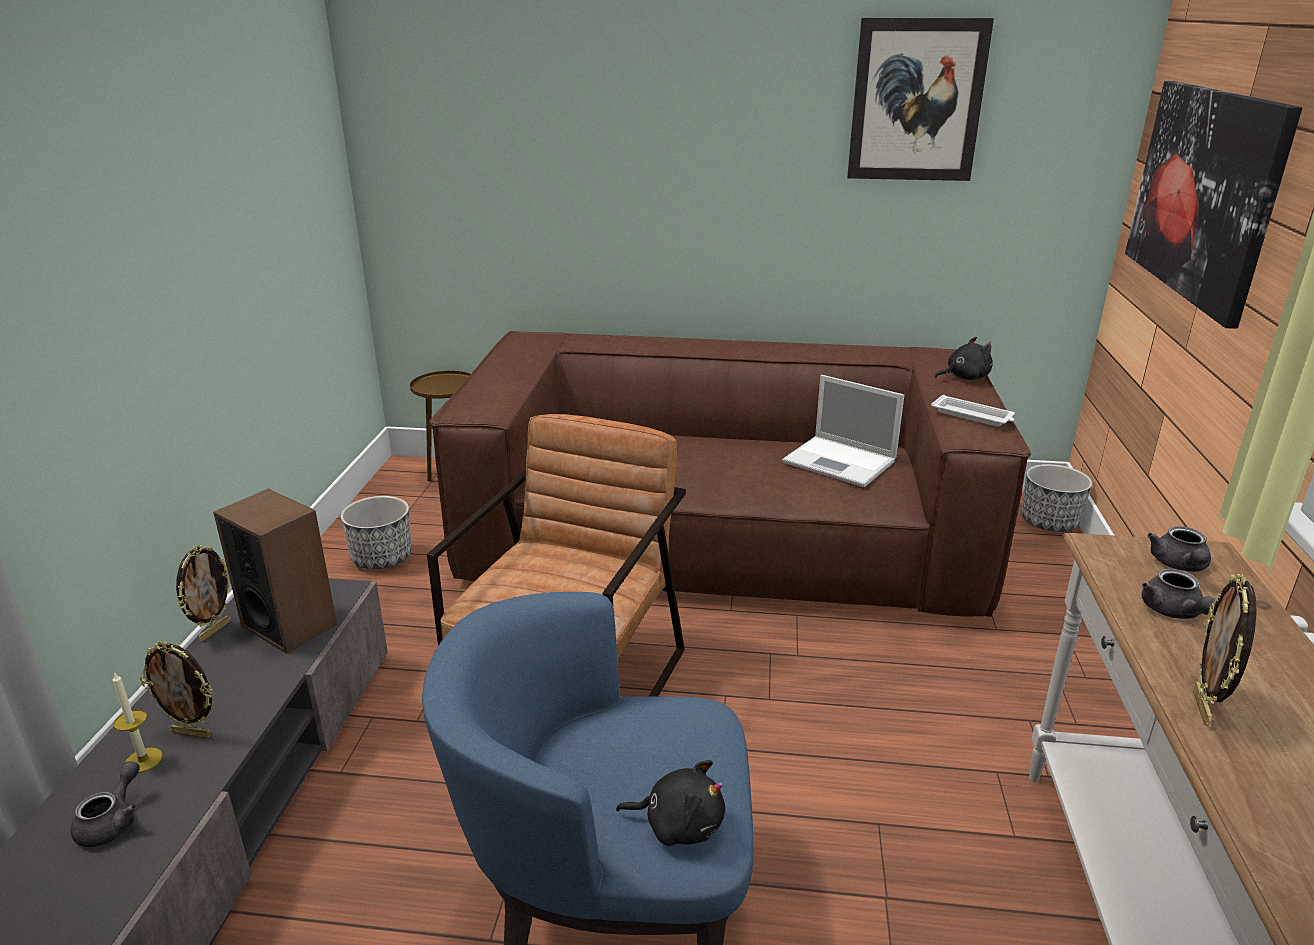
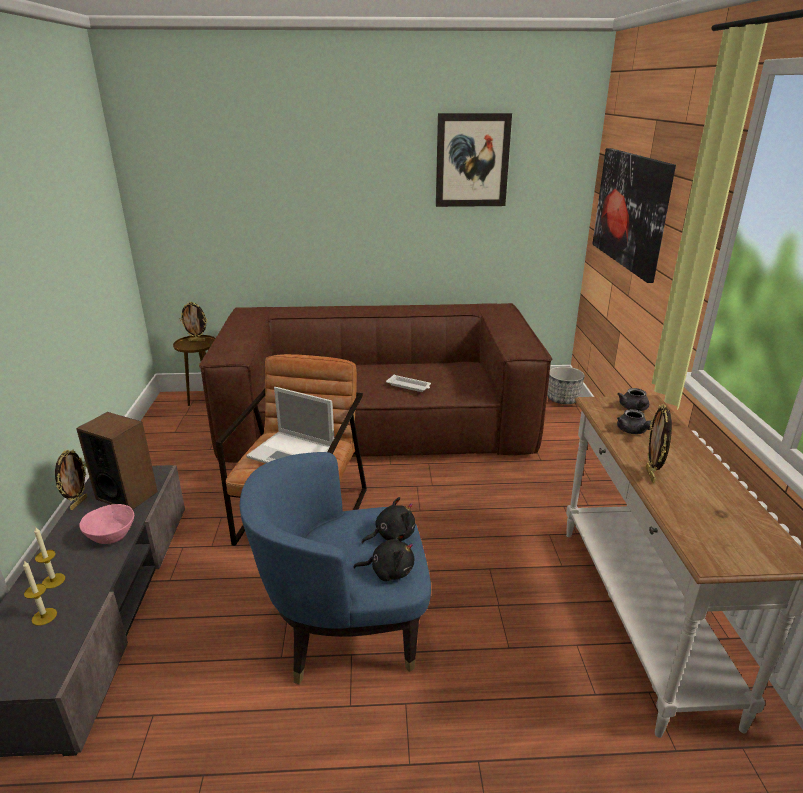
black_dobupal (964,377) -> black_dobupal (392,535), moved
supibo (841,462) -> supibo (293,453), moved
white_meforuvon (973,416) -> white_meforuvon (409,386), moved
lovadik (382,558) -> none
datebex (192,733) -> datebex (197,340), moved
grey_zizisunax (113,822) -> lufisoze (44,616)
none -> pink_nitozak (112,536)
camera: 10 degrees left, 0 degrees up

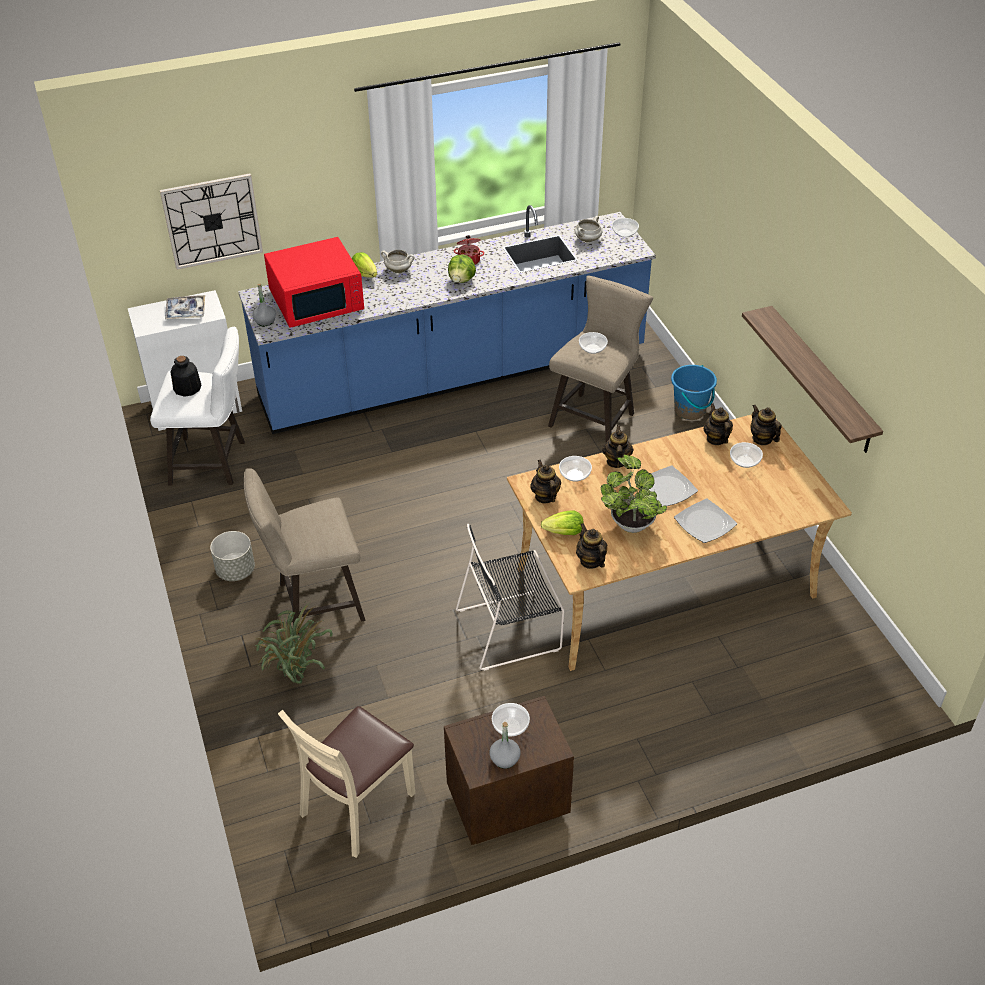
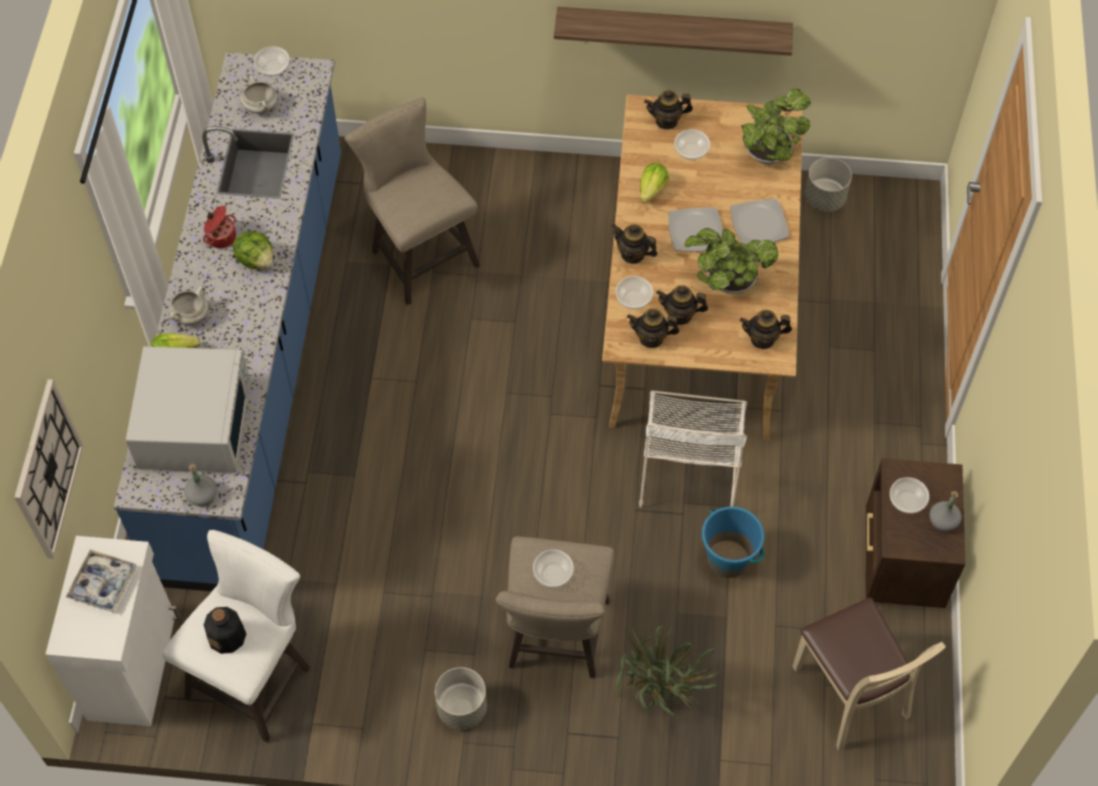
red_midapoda (317,300) -> white_midapoda (196,424)
nitozak (592,349) -> nitozak (553,574), moved
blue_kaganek (690,410) -> blue_kaganek (728,559), moved
zizisunax (716,439) -> zizisunax (680,315), moved
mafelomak (564,532) -> mafelomak (652,190), moved
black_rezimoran (512,629) -> white_rezimoran (690,467)
none -> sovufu (769,152)
none -> grey_lovadik (824,198)
camera: 65 degrees left, 15 degrees up

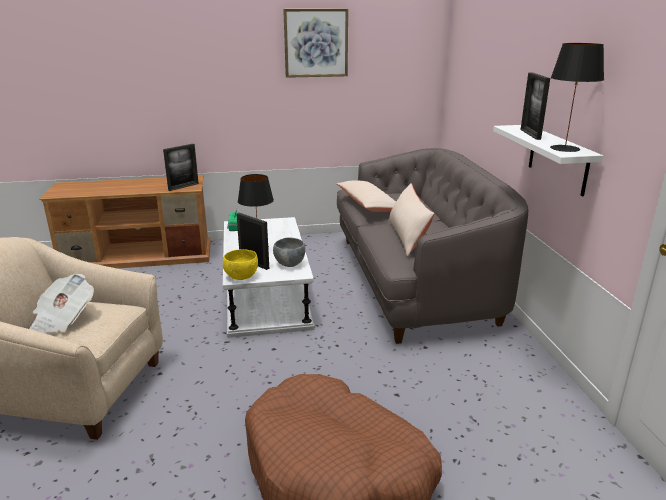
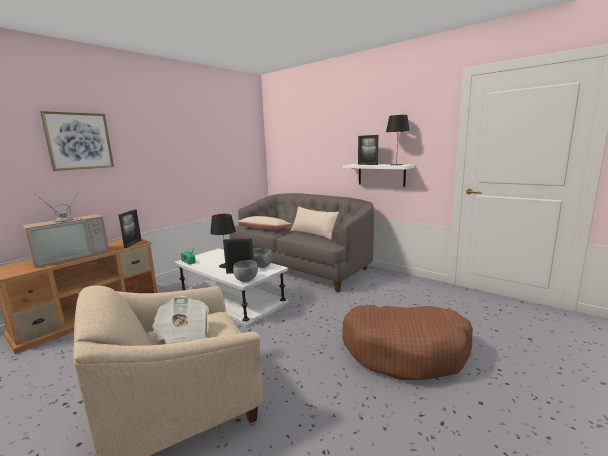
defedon (316,43) -> defedon (79,141), moved
yellow_nitozak (241,277) -> grey_nitozak (246,280)
none -> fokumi (71,255)
camera: 40 degrees left, 10 degrees down

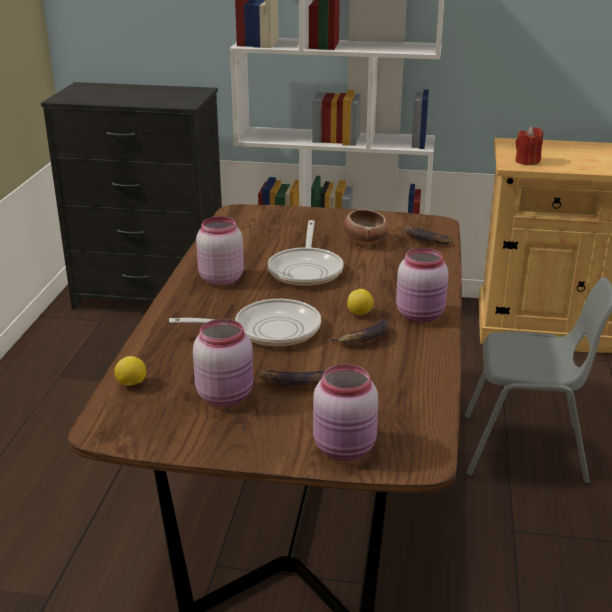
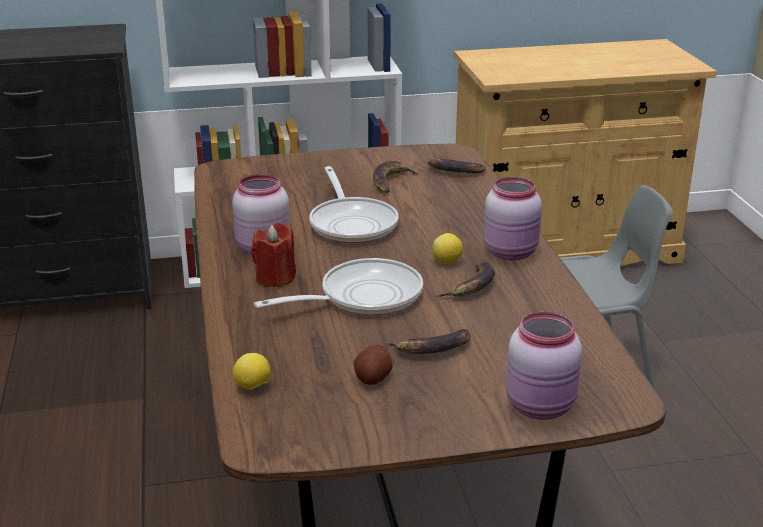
red_lufisoze (527,161) -> red_lufisoze (275,278), moved
nitozak (365,240) -> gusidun (391,181)
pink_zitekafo (226,396) -> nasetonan (372,378)
camera: 20 degrees left, 0 degrees up

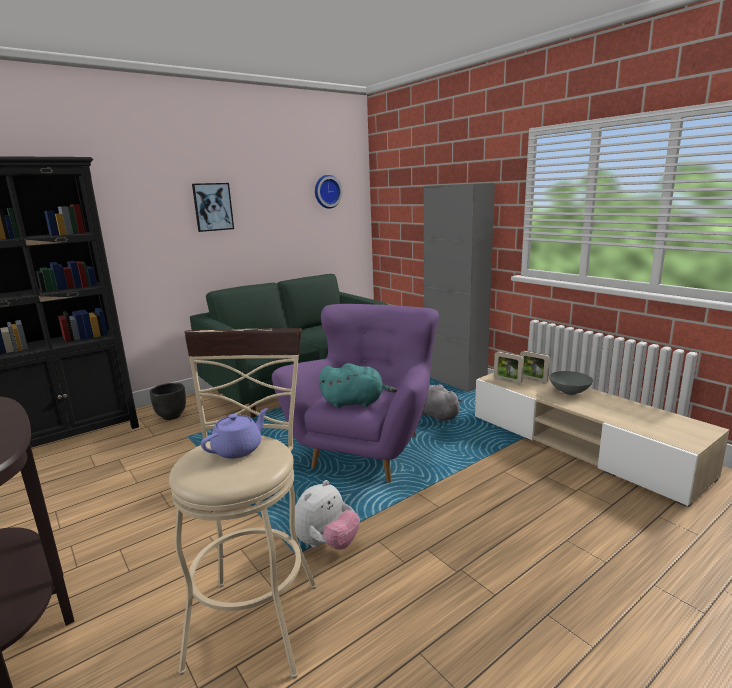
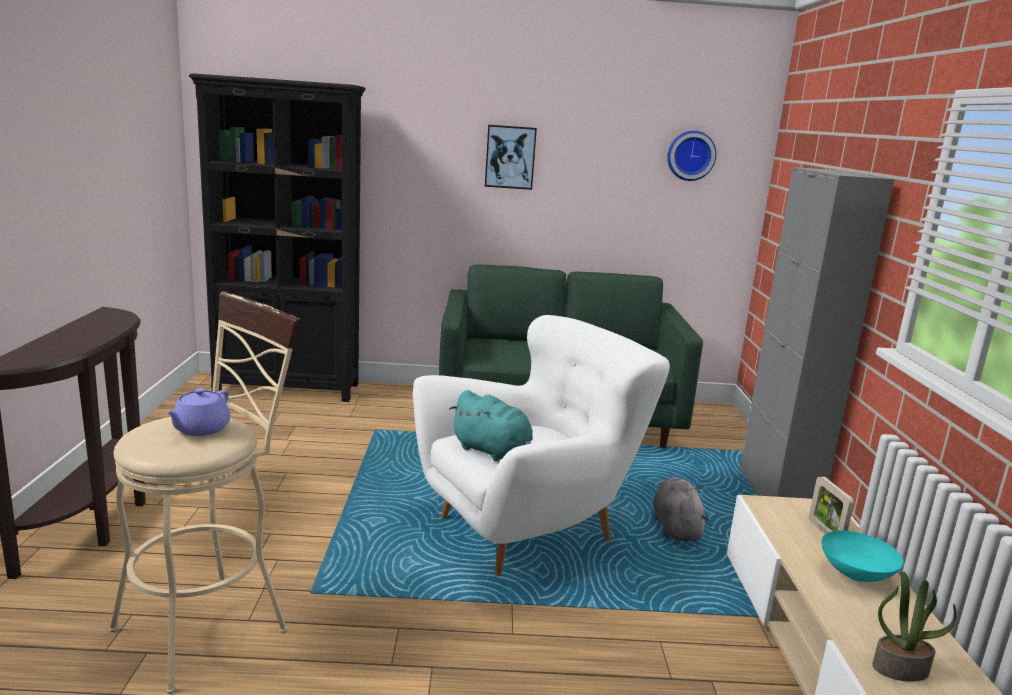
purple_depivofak (369,450) -> white_depivofak (529,529)
datebex (507,381) -> none
grey_nitozak (570,392) -> turquoise_nitozak (856,575)
black_lovadik (171,416) -> none
purple_zizisunax (238,449) -> purple_zizisunax (200,429), 120 degrees clockwise
dobupal (327,544) -> none
none -> sovufu (900,668)
camera: 35 degrees right, 0 degrees up

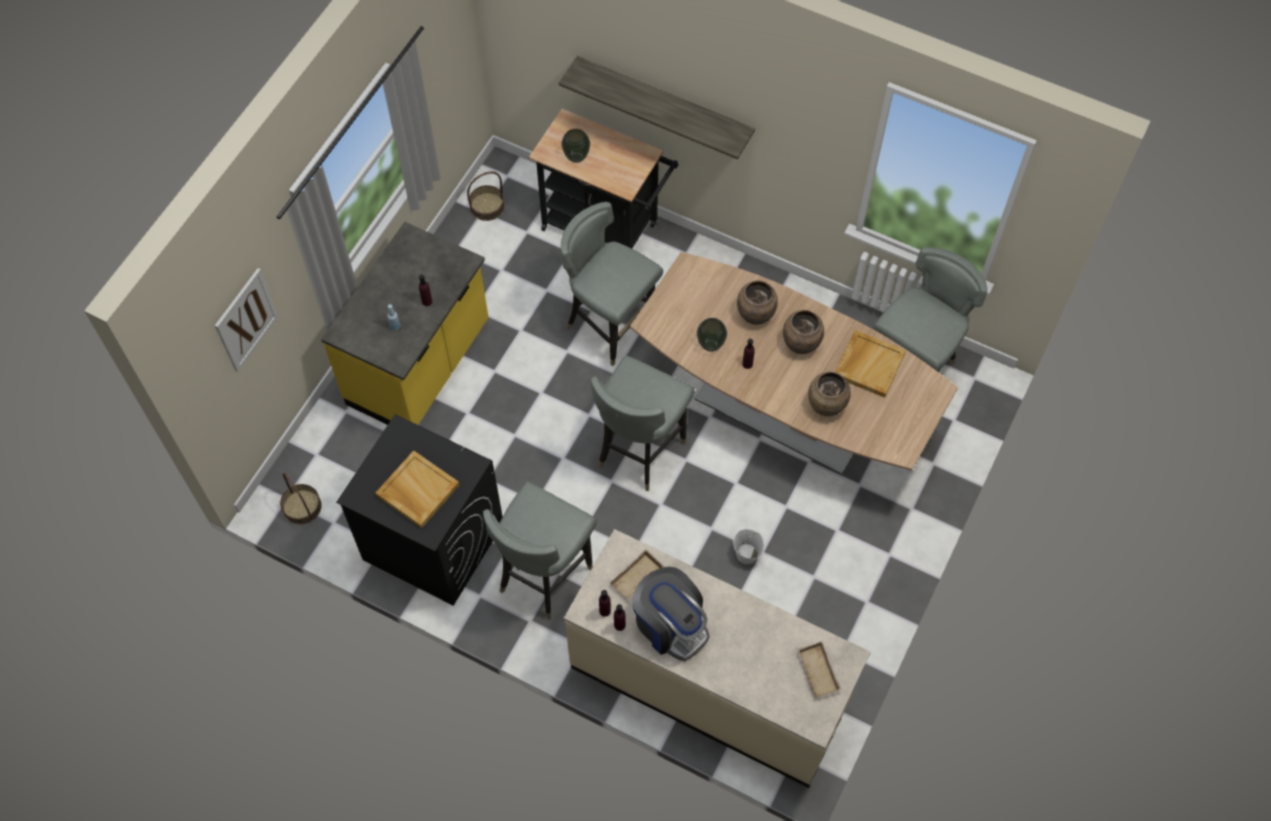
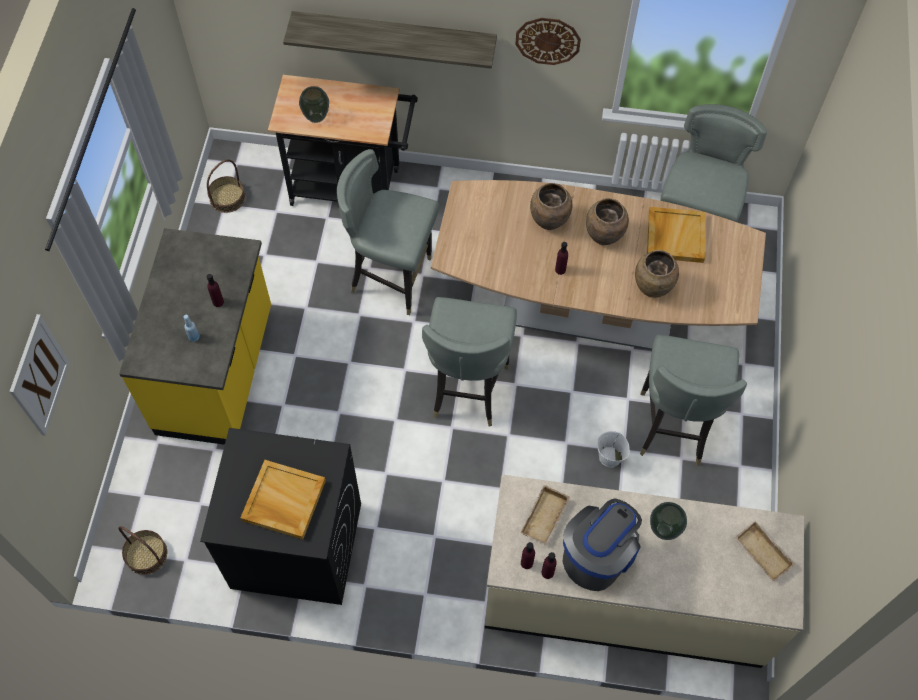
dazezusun (711,346) -> dazezusun (664,530), moved
grey_rezimoran (544,575) -> grey_rezimoran (673,426), moved
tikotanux (670,624) -> tikotanux (598,554), 75 degrees counterclockwise
none -> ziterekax (548,40)
camera: 20 degrees left, 0 degrees up

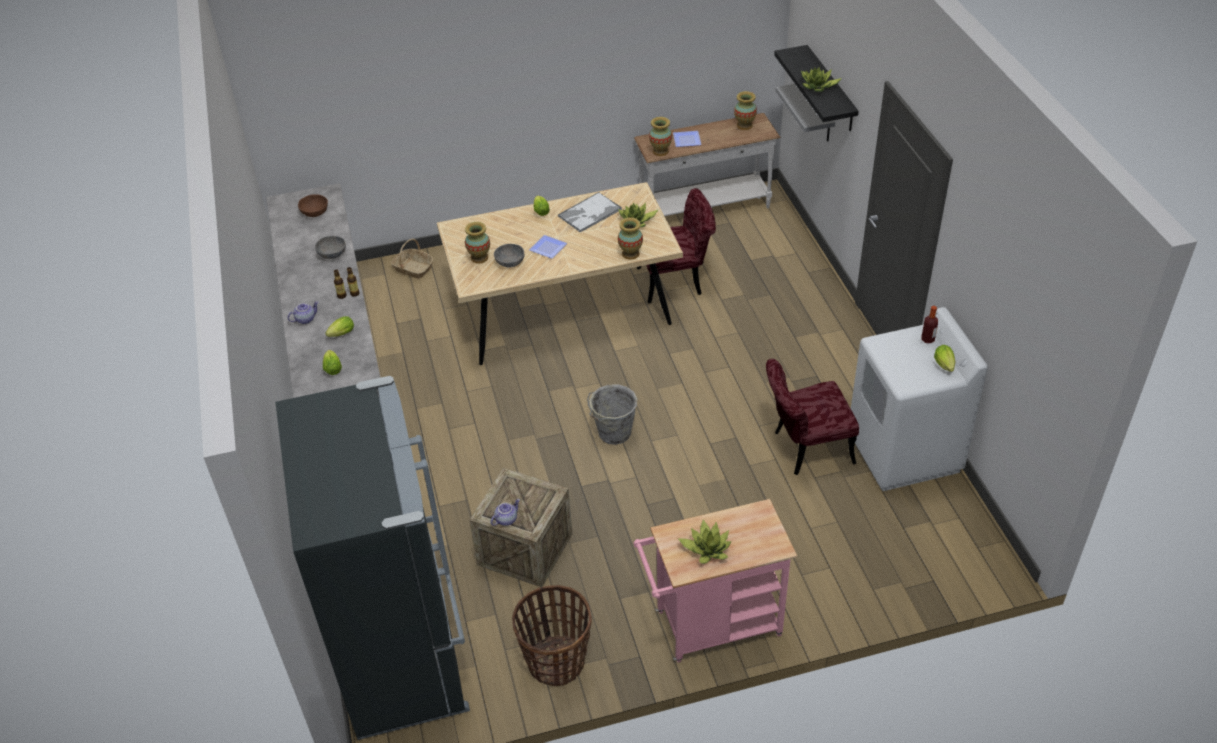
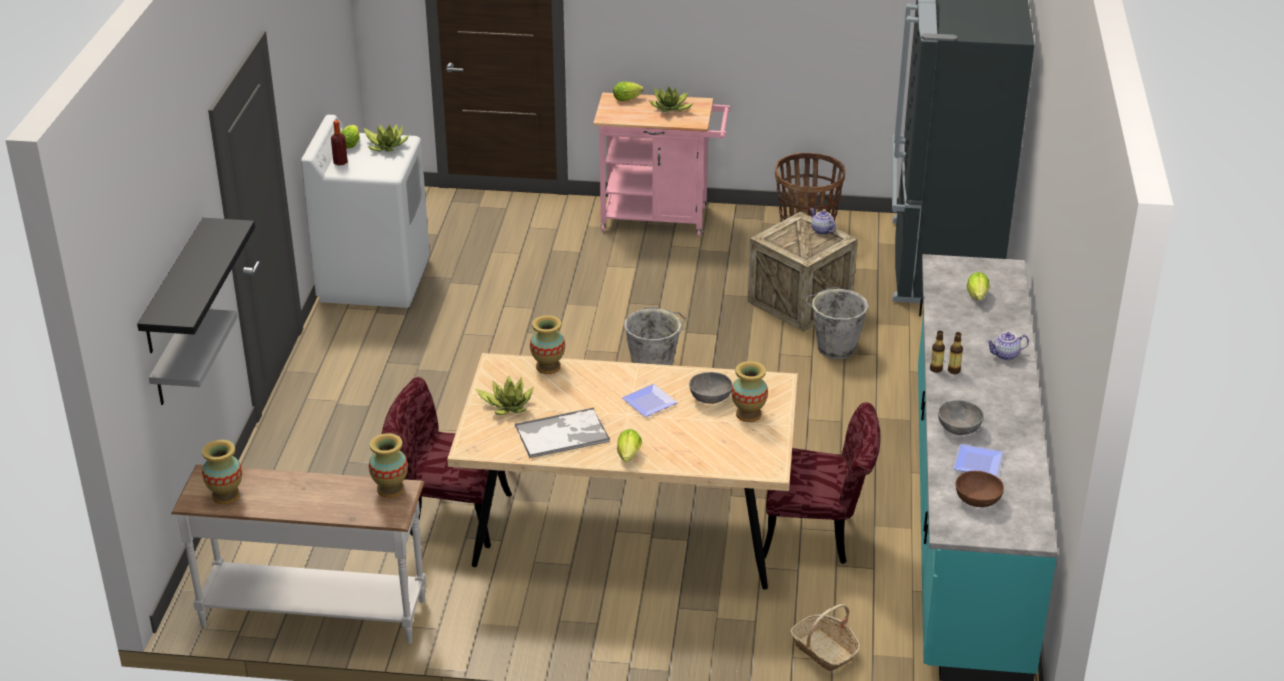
sovufu (817,86) -> sovufu (386,146), moved
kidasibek (686,141) -> kidasibek (979,462), moved
mafelomak (340,335) -> mafelomak (628,99), moved
red_rezimoran (805,449) -> red_rezimoran (818,535), moved
zizisunax (506,519) -> zizisunax (821,230), 75 degrees clockwise
none -> grey_kaganek (834,348)
camera: 160 degrees left, 10 degrees down

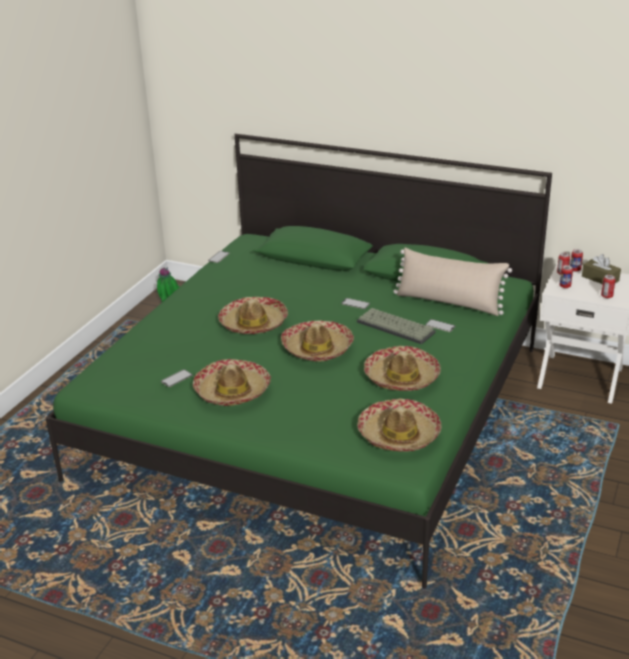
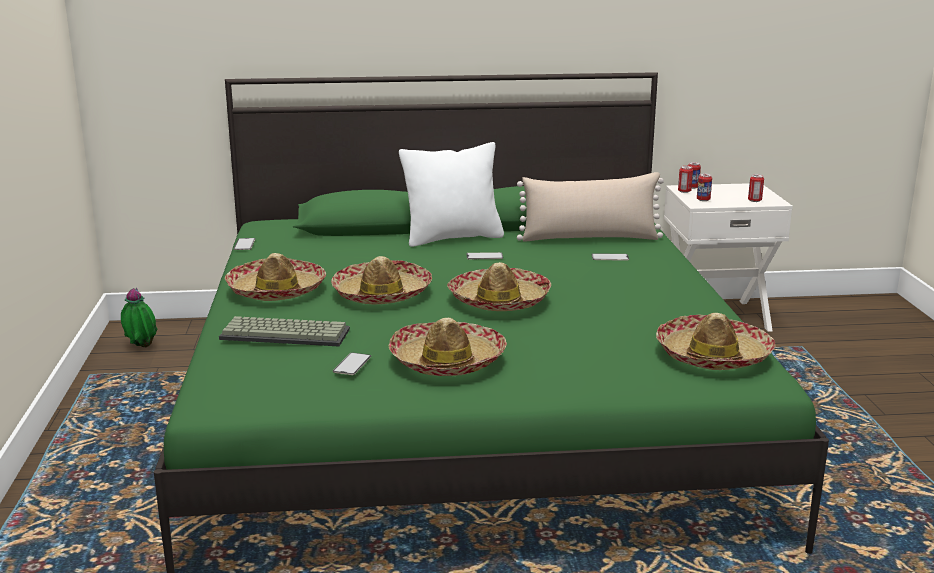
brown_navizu (600,278) -> none
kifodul (397,327) -> kifodul (287,333), moved
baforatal (402,377) -> baforatal (277,290), moved
none -> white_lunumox (453,238)
camera: 30 degrees left, 10 degrees down

